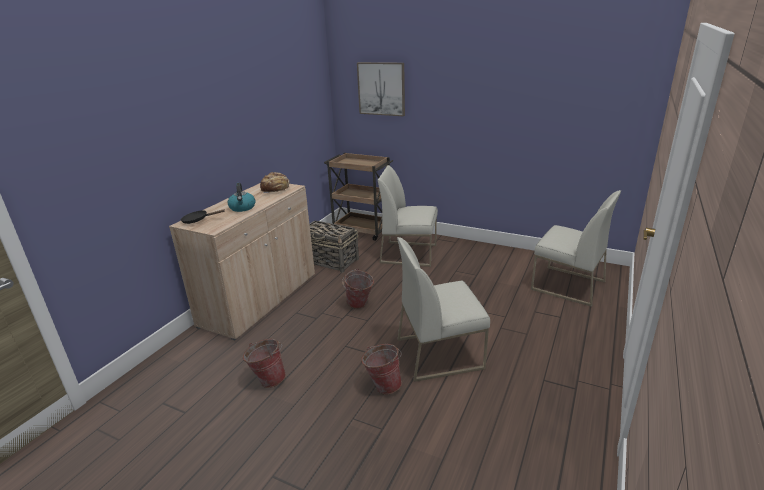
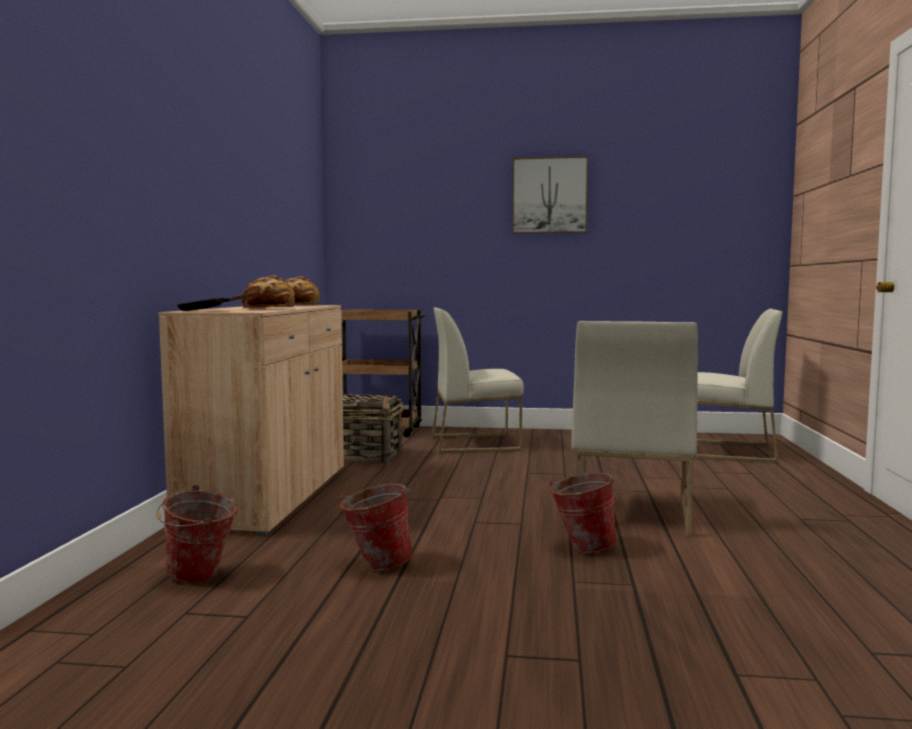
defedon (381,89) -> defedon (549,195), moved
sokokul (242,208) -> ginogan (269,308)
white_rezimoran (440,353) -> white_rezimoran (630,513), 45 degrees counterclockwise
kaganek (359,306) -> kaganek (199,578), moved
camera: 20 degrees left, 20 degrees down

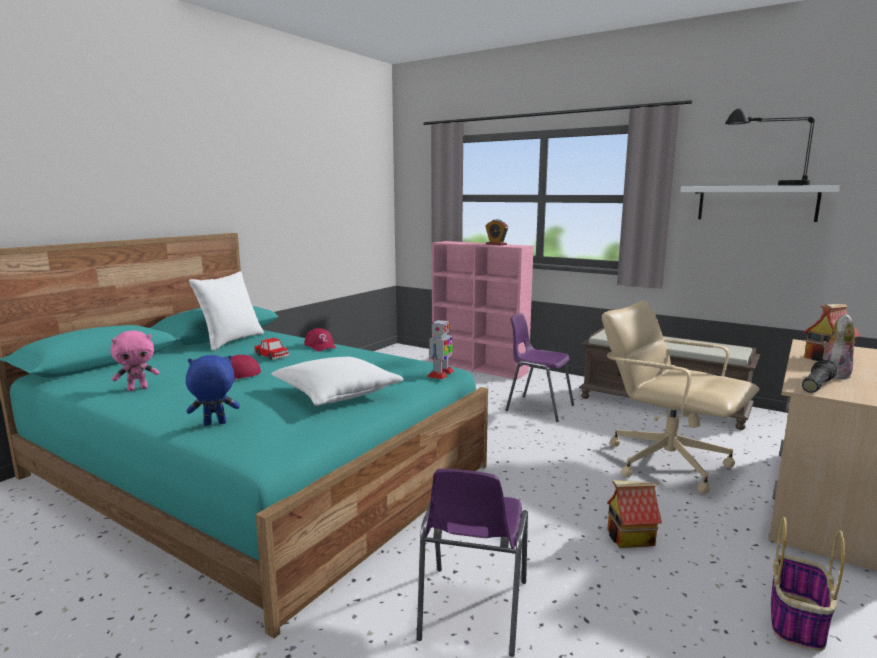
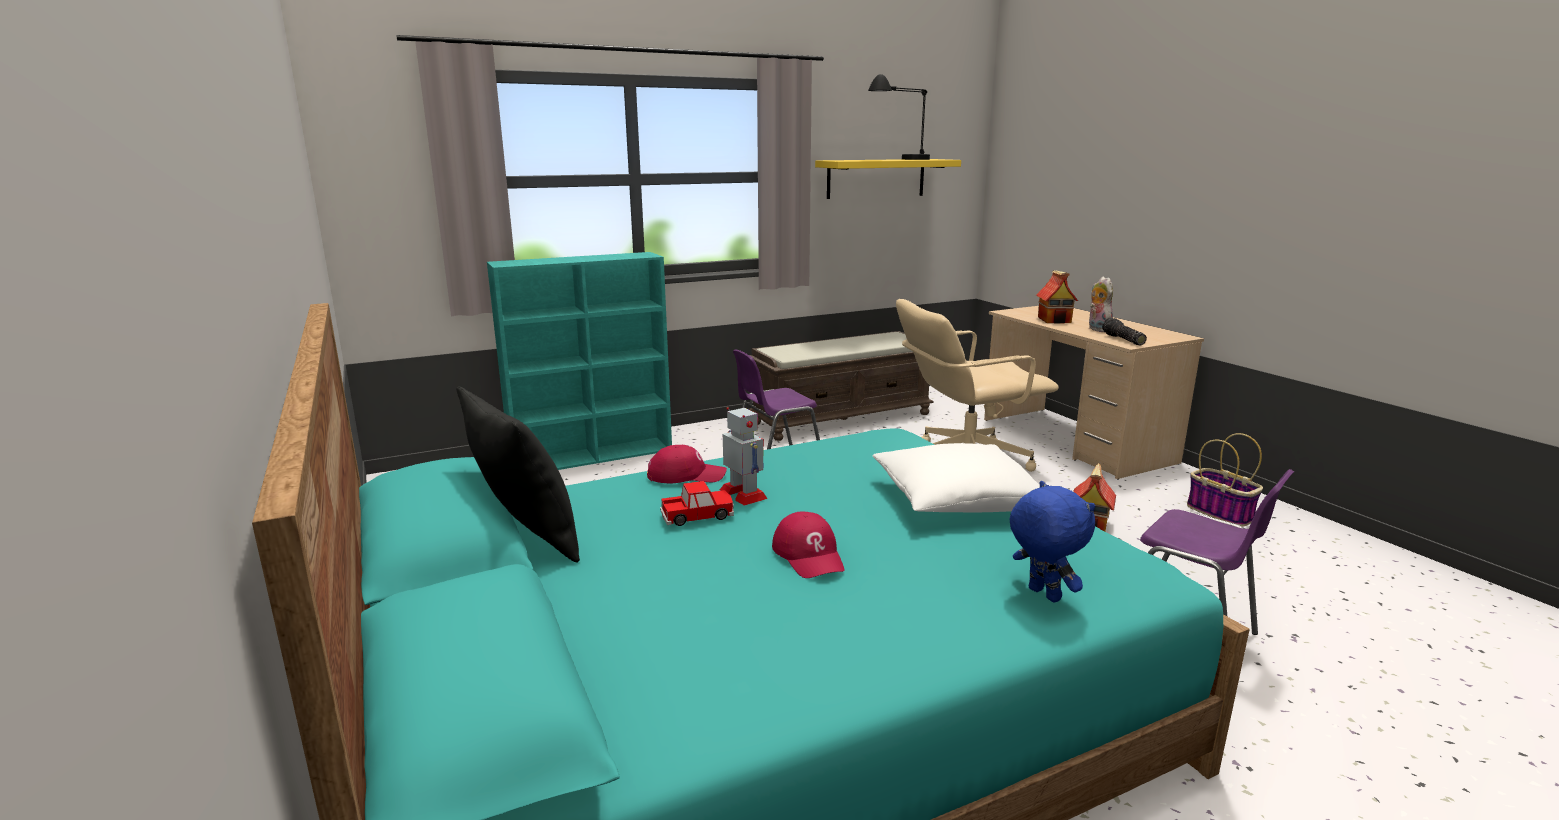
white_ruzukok (756,203) -> yellow_ruzukok (876,178)
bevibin (496,244) -> none
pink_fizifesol (480,367) -> turquoise_fizifesol (594,456)
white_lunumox (231,341) -> black_lunumox (526,538)
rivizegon (440,374) -> rivizegon (743,494), moved
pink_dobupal (138,389) -> none
blue_dobupal (214,424) -> blue_dobupal (1042,595), 135 degrees clockwise
camera: 60 degrees left, 5 degrees up

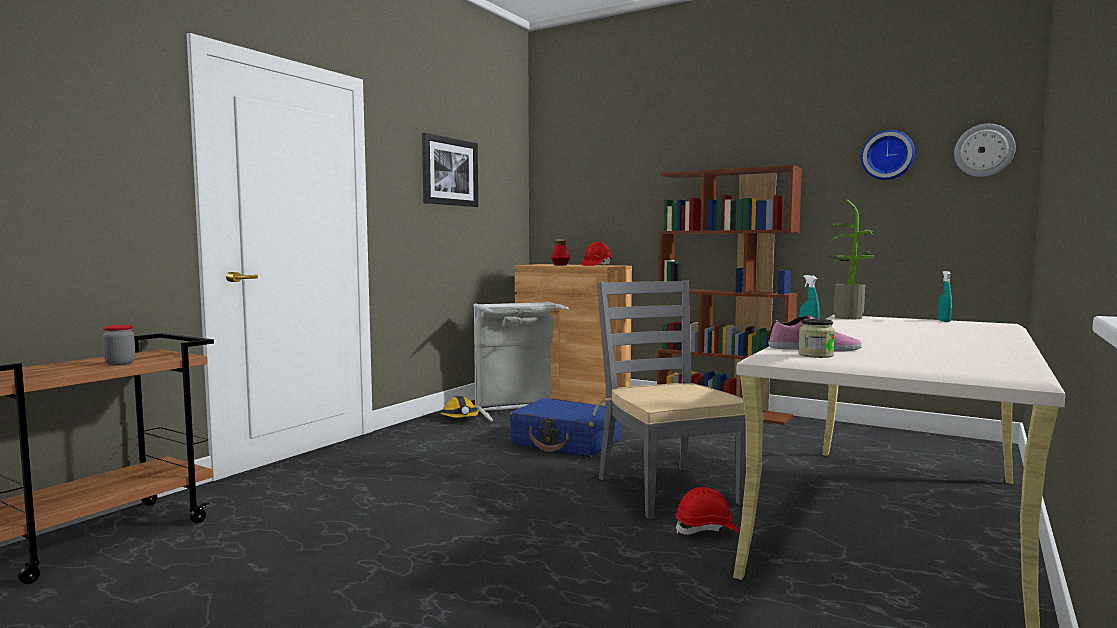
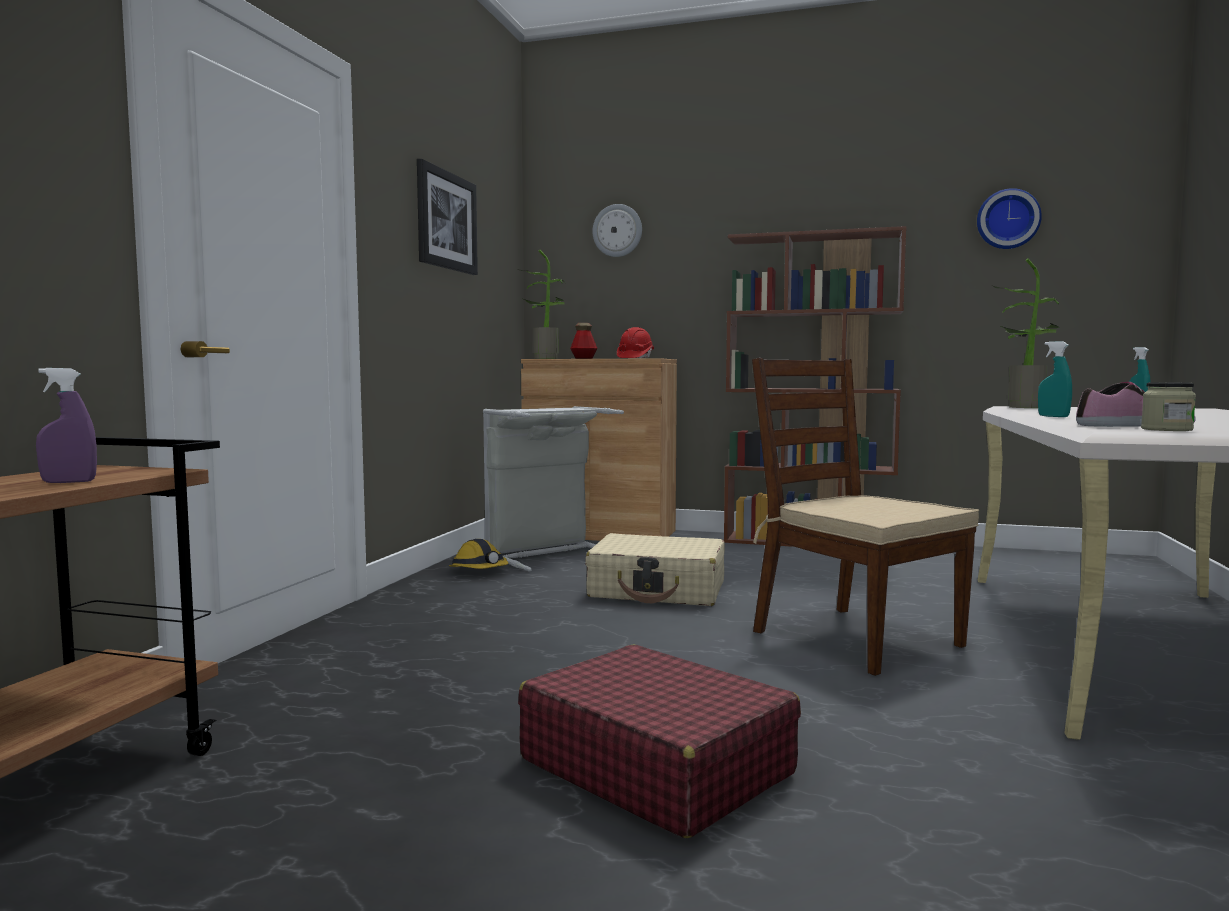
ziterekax (984,150) -> ziterekax (617,230), moved
grey_rezimoran (667,490) -> brown_rezimoran (854,638)
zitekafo (120,363) -> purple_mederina (69,482)
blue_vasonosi (566,442) -> beige_vasonosi (658,590)
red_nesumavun (706,530) -> none
none -> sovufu (545,358)
none -> red_vasonosi (655,766)
camera: 15 degrees left, 0 degrees up

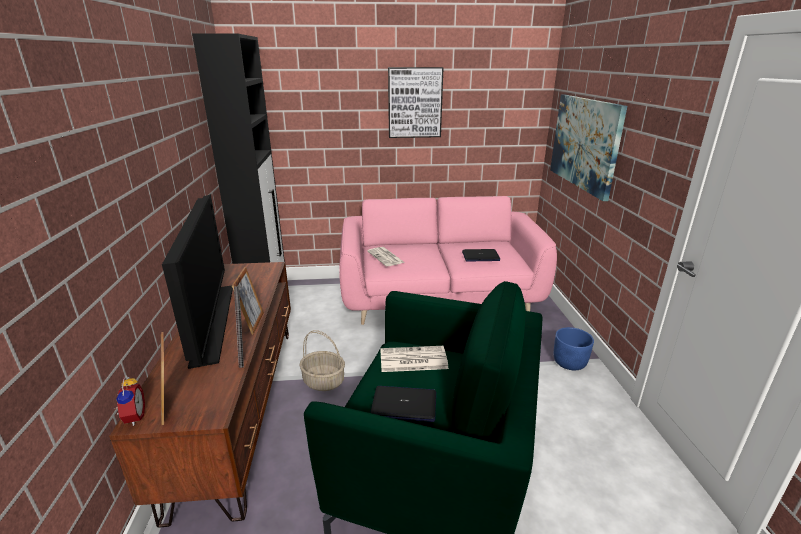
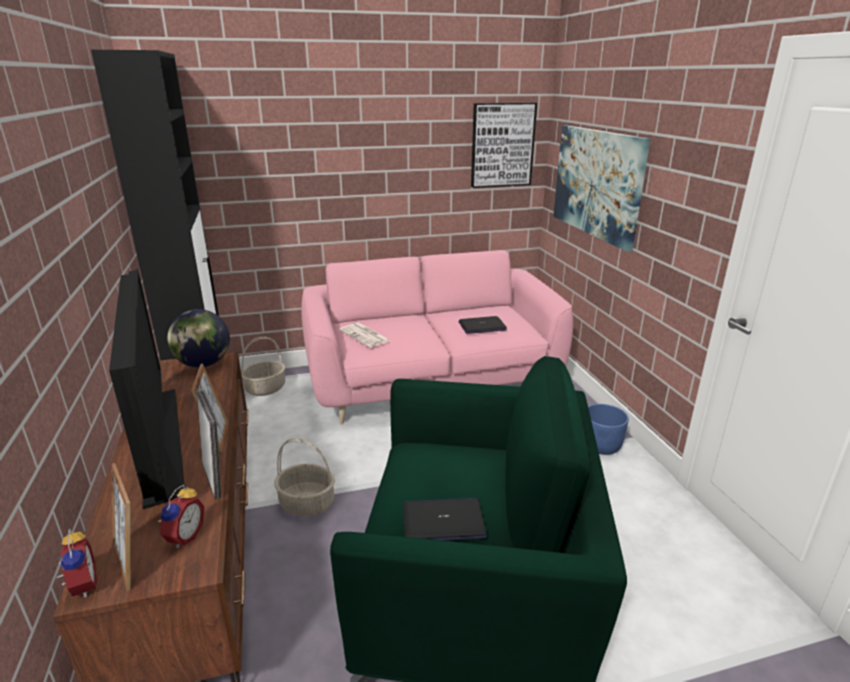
defedon (415,103) -> defedon (502,145), moved
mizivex (412,360) -> none
none -> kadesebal (203,364)
none -> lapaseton (265,388)
none -> bevibin (183,536)
camera: 10 degrees left, 0 degrees up

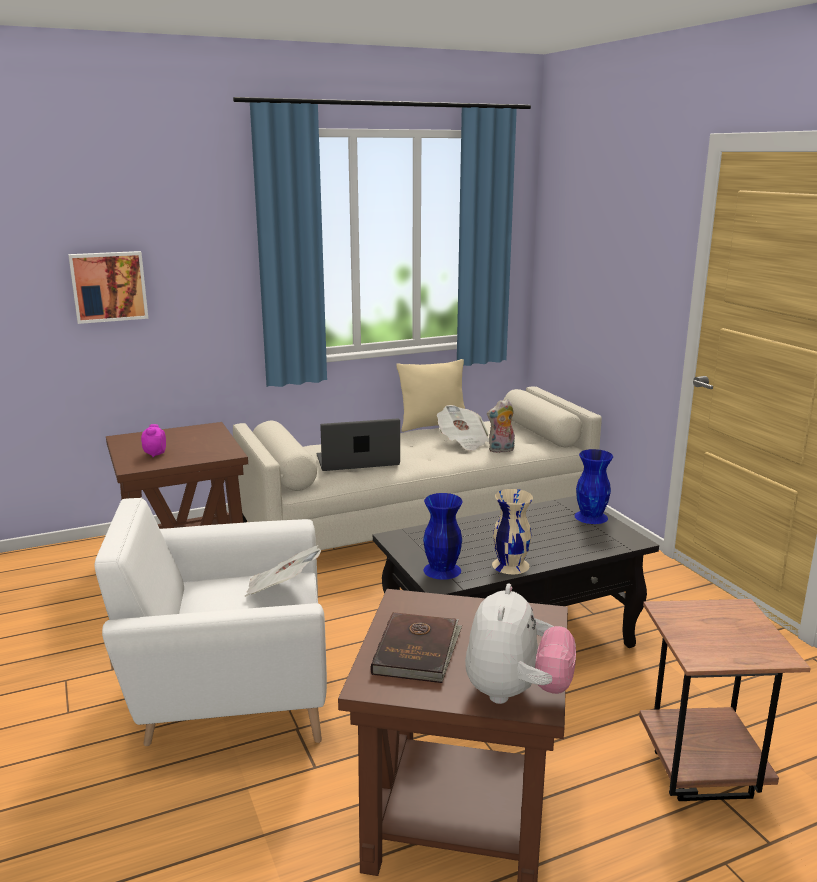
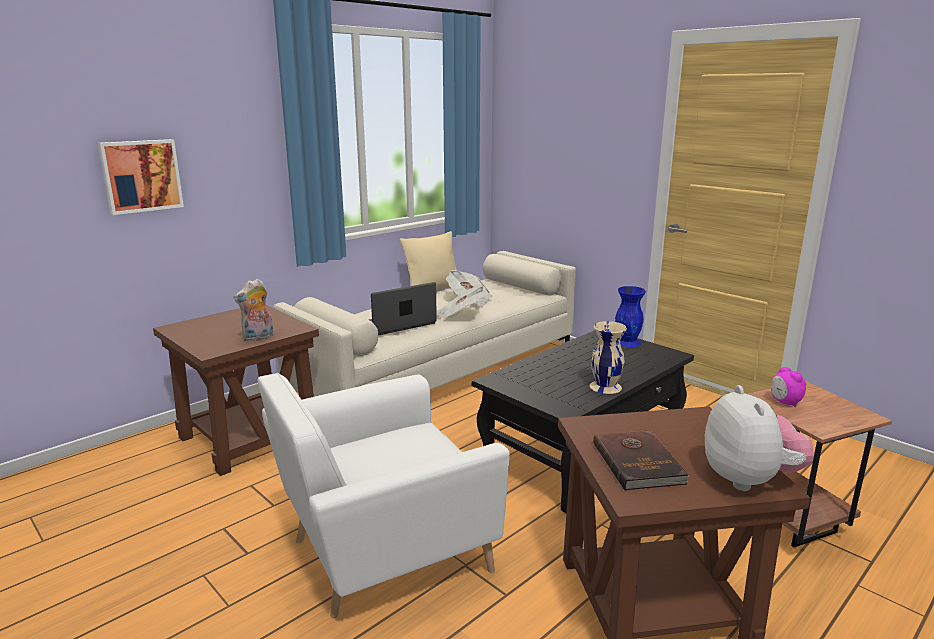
dobupal (501,450) -> dobupal (258,337), moved
bevibin (154,454) -> bevibin (784,402), moved
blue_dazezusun (441,570) -> none
mizivex (282,590) -> mizivex (458,315), moved
camera: 20 degrees left, 0 degrees up

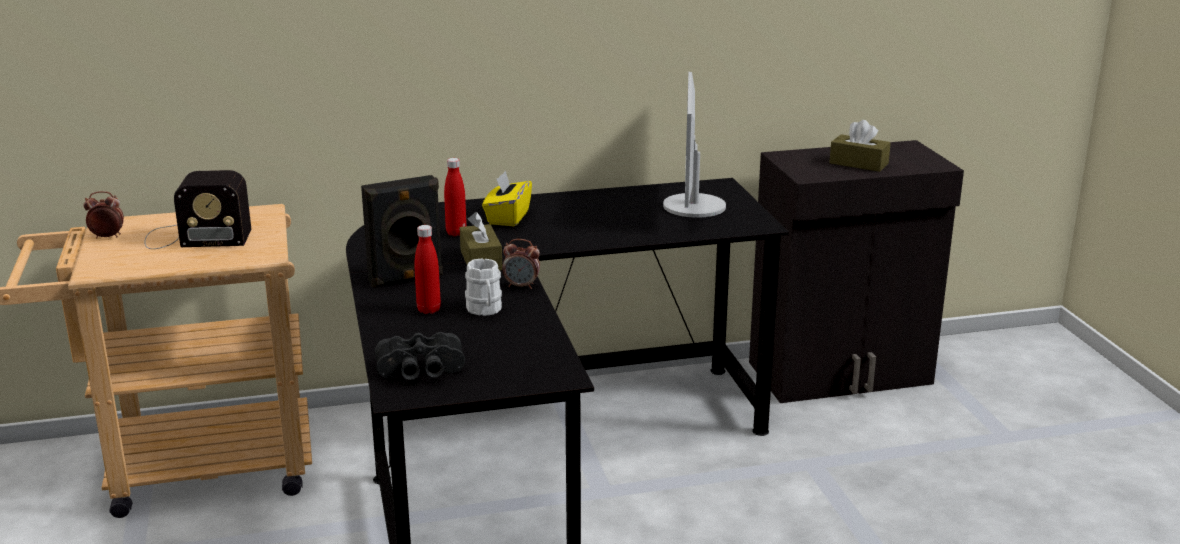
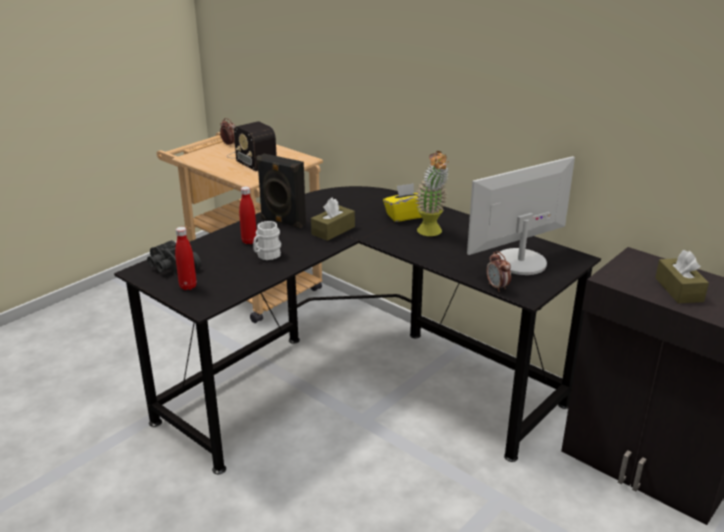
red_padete (456,233) -> red_padete (188,286), moved
bevibin (521,286) -> bevibin (497,287), moved
none -> sovufu (431,233)
camera: 55 degrees right, 5 degrees up

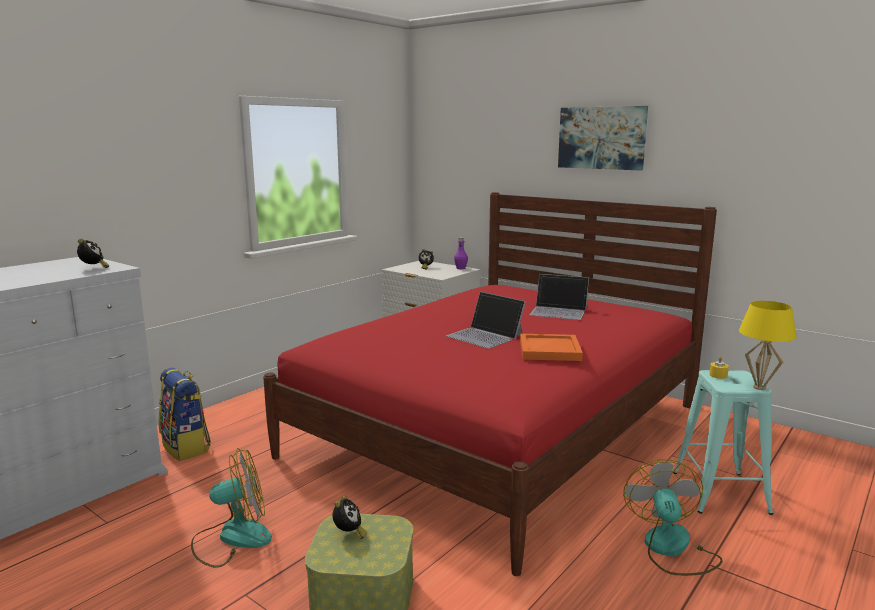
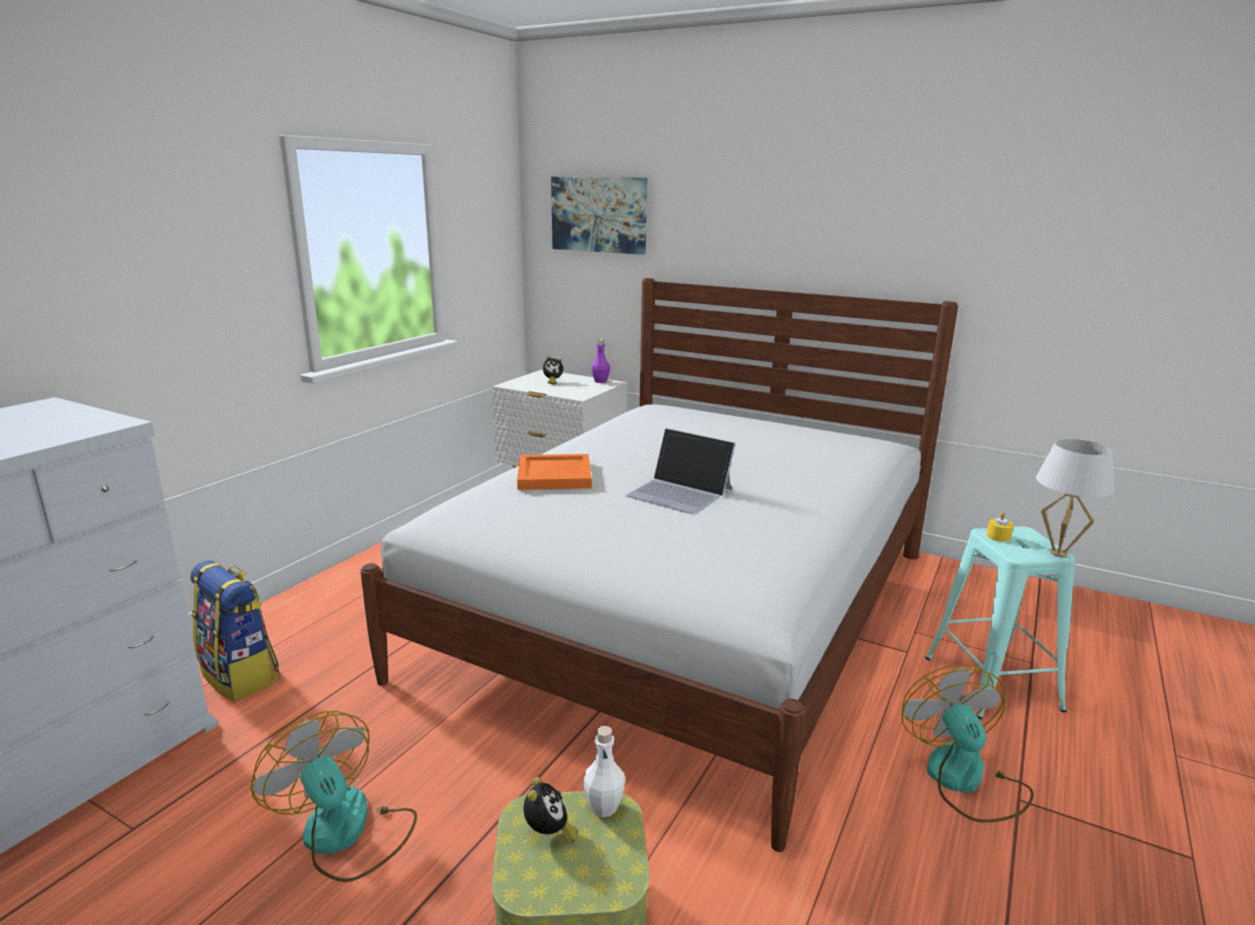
defedon (601,138) -> defedon (599,214), moved
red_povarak (499,430) -> white_povarak (687,610)
bevibin (93,268) -> none
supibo (559,311) -> none
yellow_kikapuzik (759,387) -> white_kikapuzik (1058,553)
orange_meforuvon (548,350) -> orange_meforuvon (553,475), moved
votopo (232,538) -> votopo (345,834), 105 degrees counterclockwise
none -> white_padete (604,807)
camera: 10 degrees left, 5 degrees up

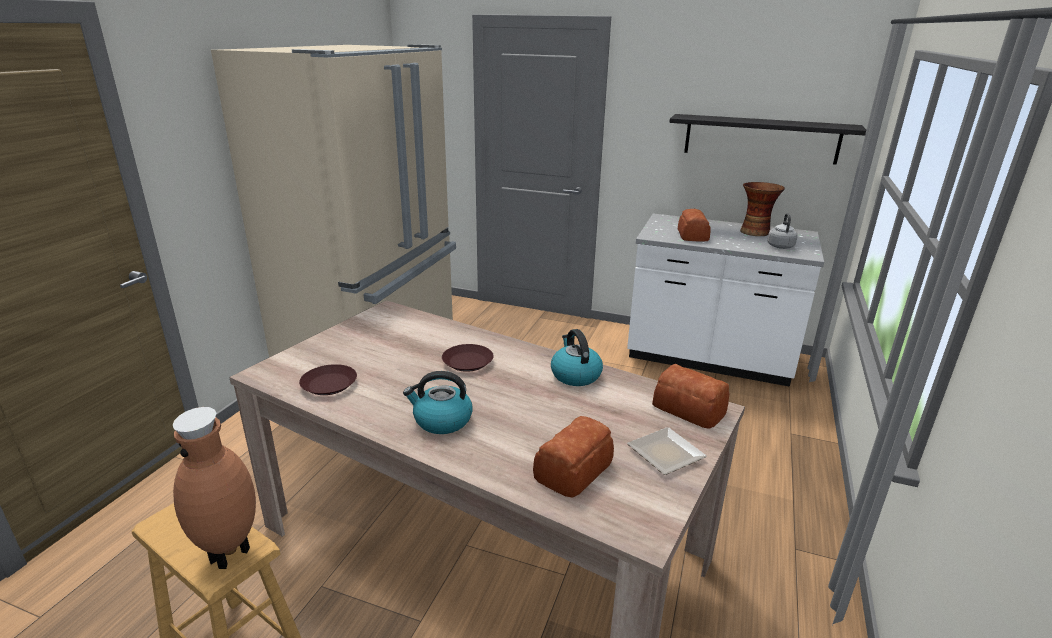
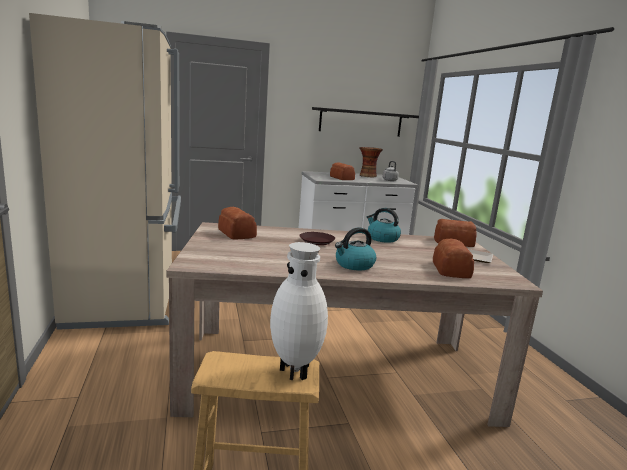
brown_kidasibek (328,384) -> none
brown_dazezusun (231,553) -> white_dazezusun (296,371)
none -> ginogan (236,234)
camera: 35 degrees left, 10 degrees down

